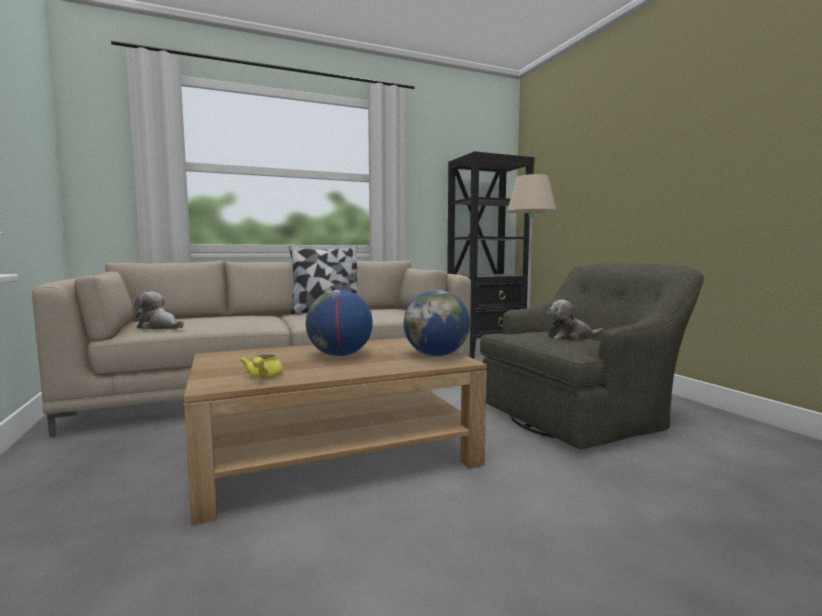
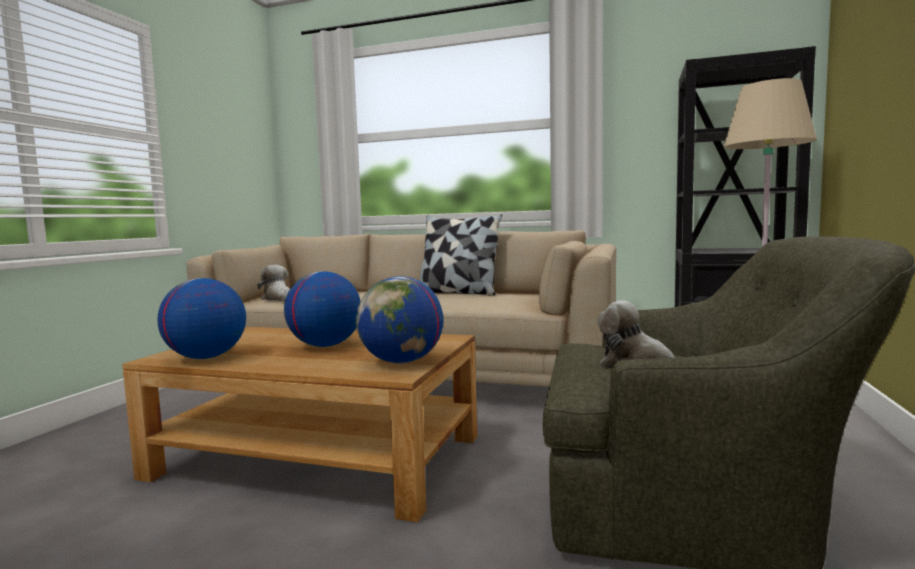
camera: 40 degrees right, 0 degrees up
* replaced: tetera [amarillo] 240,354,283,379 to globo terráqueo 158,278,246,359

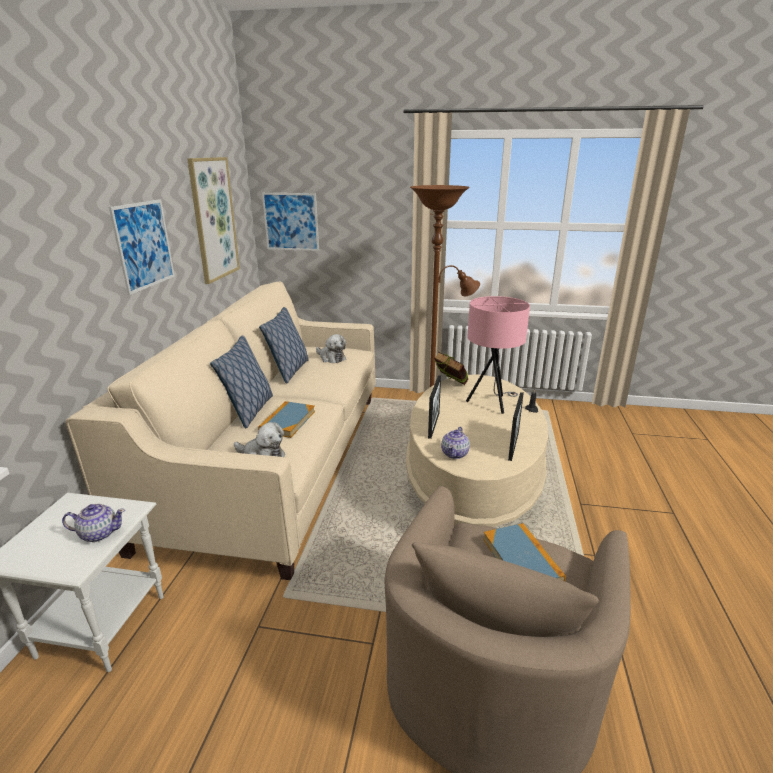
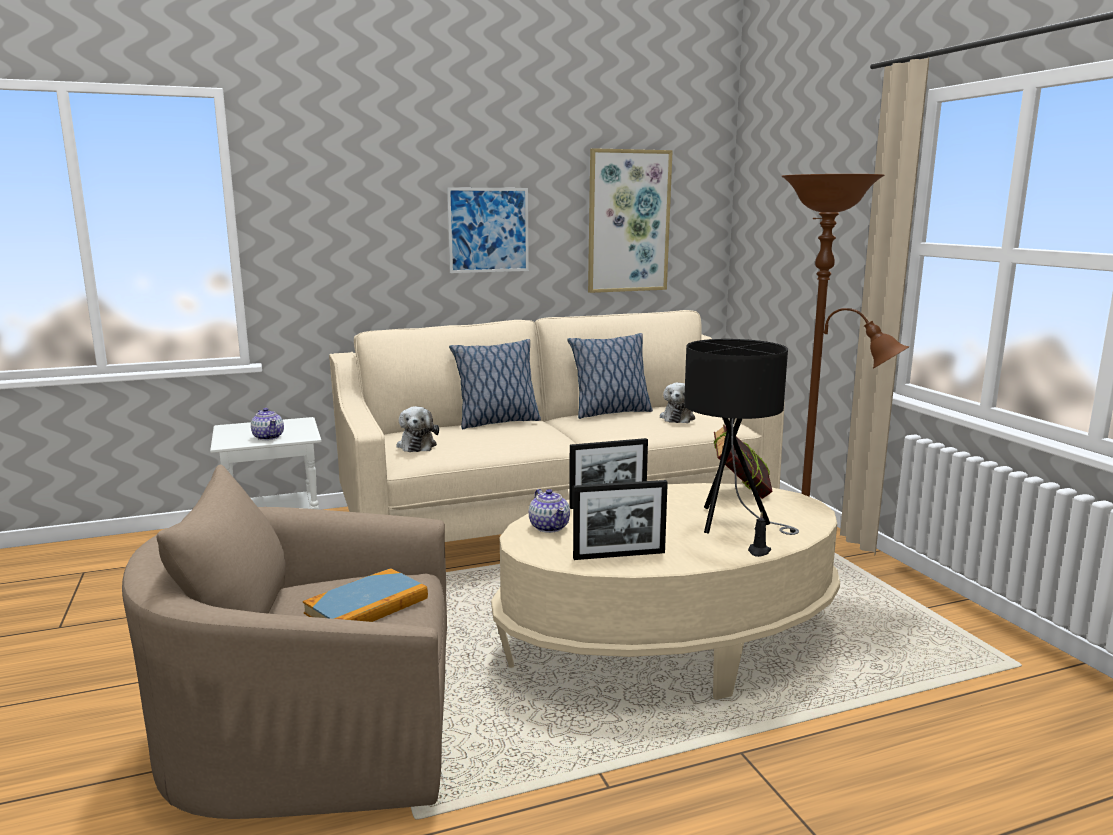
camera: 60 degrees right, 10 degrees down
* removed: cuadro 262,193,319,251
* recoloured: lámpara de mesa [rosa] 466,296,530,414 to lámpara de mesa [negro] 684,339,799,535
* removed: libro 258,401,315,438
* turned: tetera 441,427,470,459 = 529,489,570,533 105 degrees counterclockwise

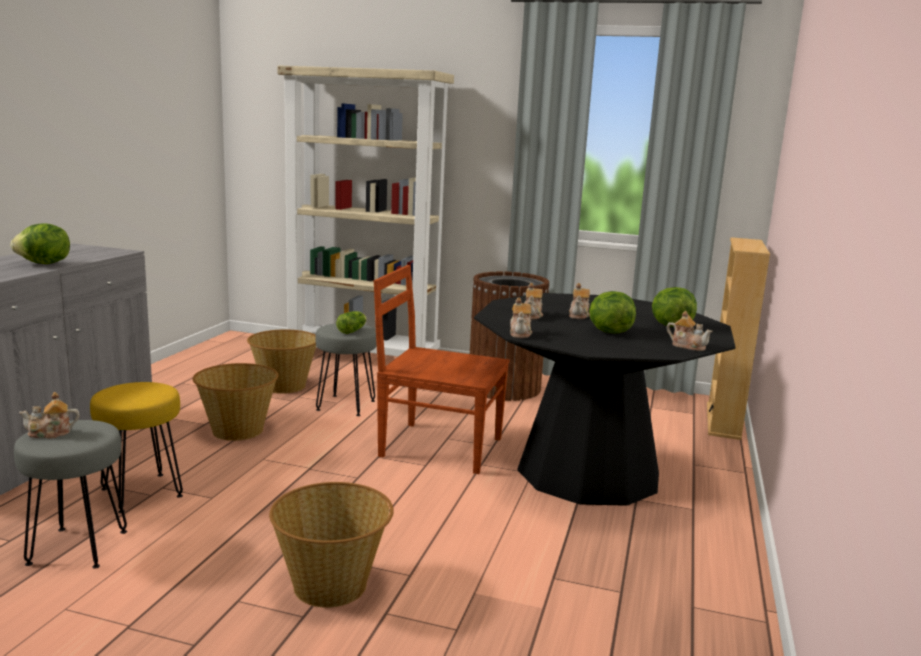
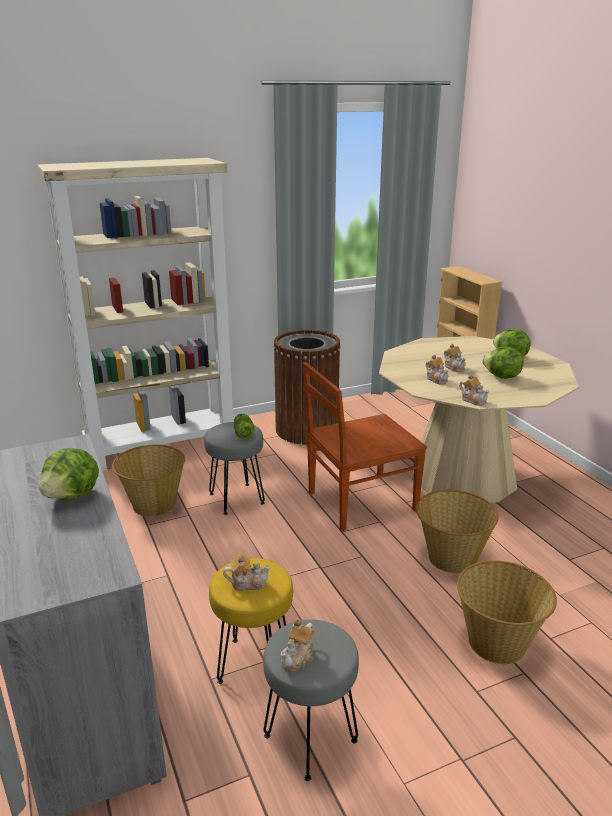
camera: 40 degrees left, 10 degrees up
* recoloured: mesa de comedor [negro] 474,293,735,506 to mesa de comedor [beis] 379,336,579,503
* moved: tetera 667,311,713,351 to 223,554,271,591
* moved: cesta 193,363,279,441 to 416,490,499,573

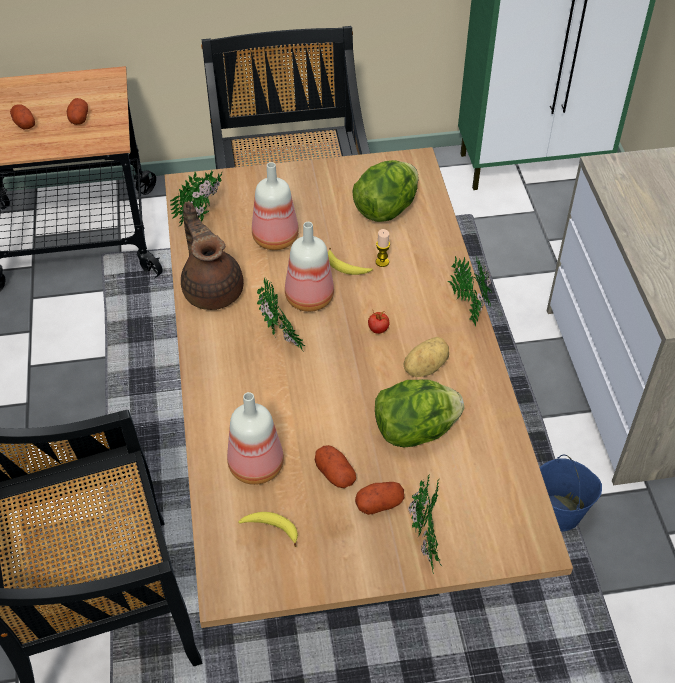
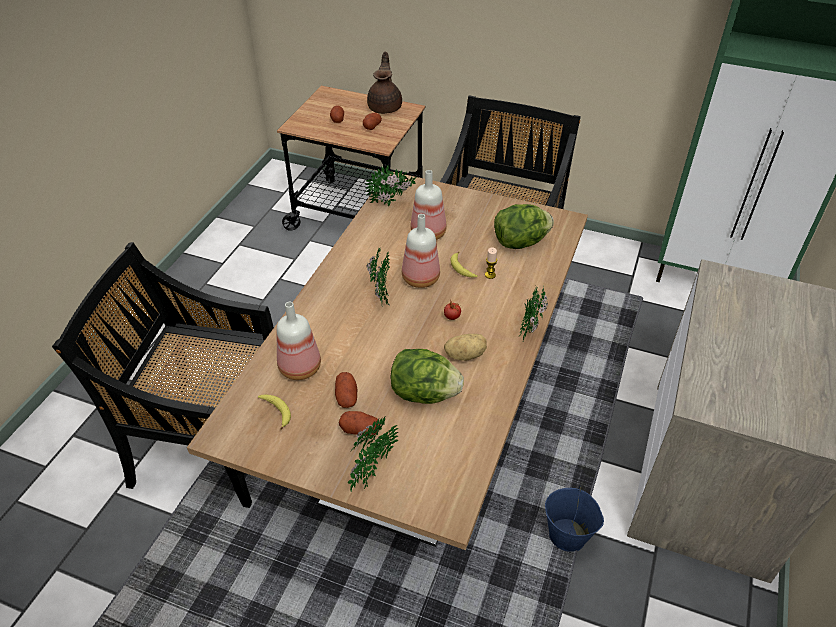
camera: 30 degrees right, 5 degrees down
* moved: tetera [marrón] 181,201,244,310 to 367,52,402,114

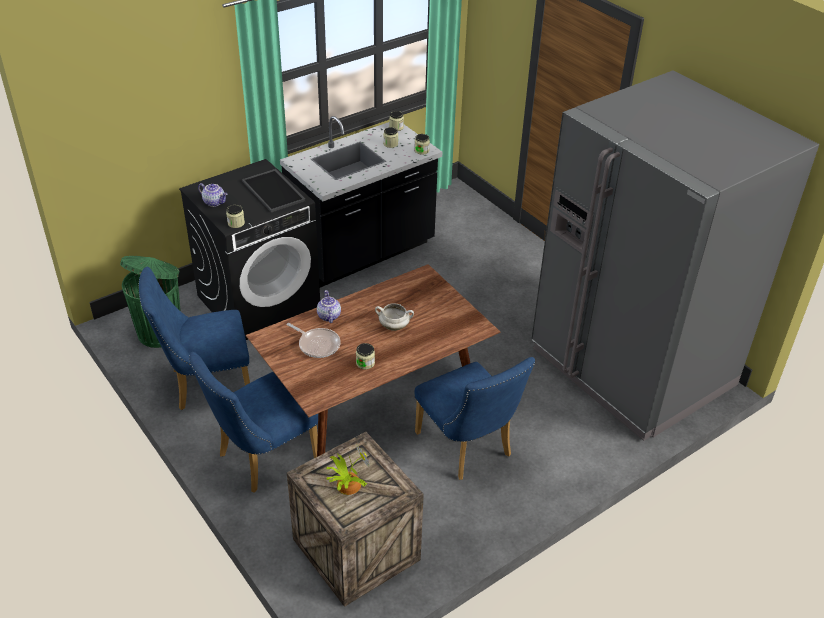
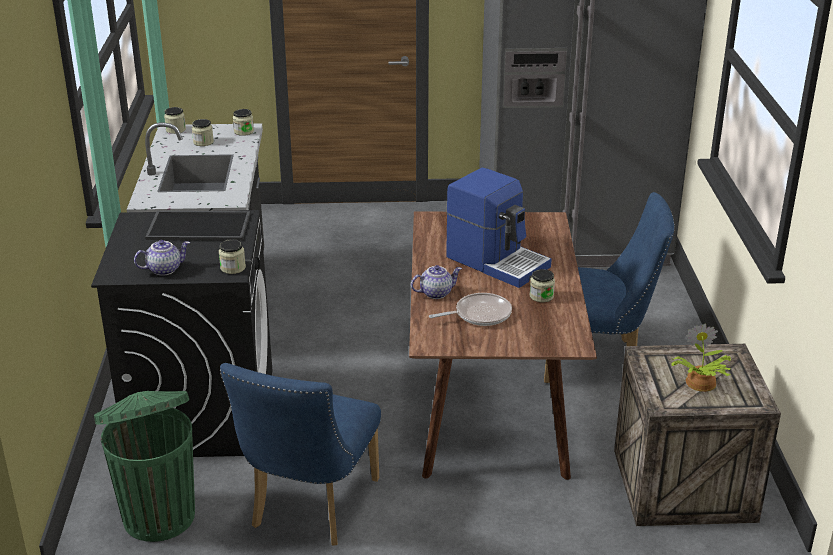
camera: 55 degrees left, 10 degrees down
* turned: tetera 317,290,341,323 = 411,265,462,299 135 degrees clockwise
* replaced: olla [blanco] 375,303,414,331 to cafetera 446,168,551,288
* removed: silla [azul] 189,352,318,493

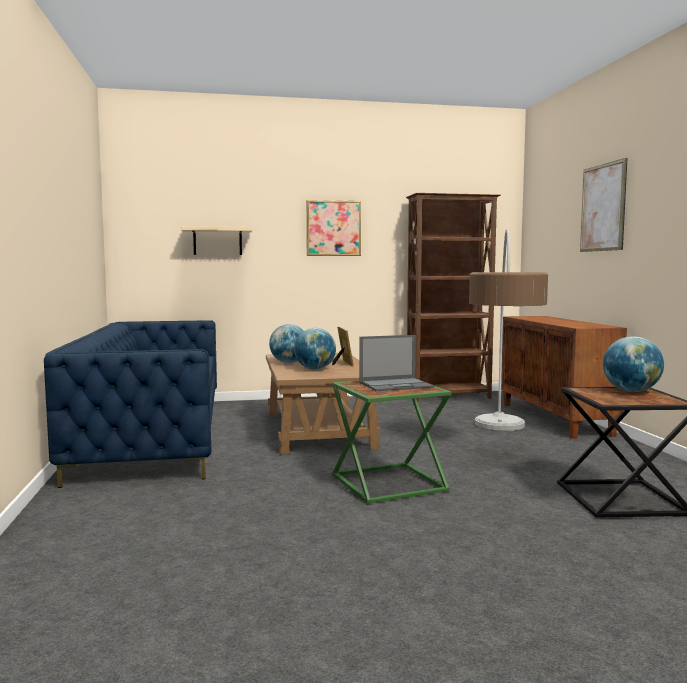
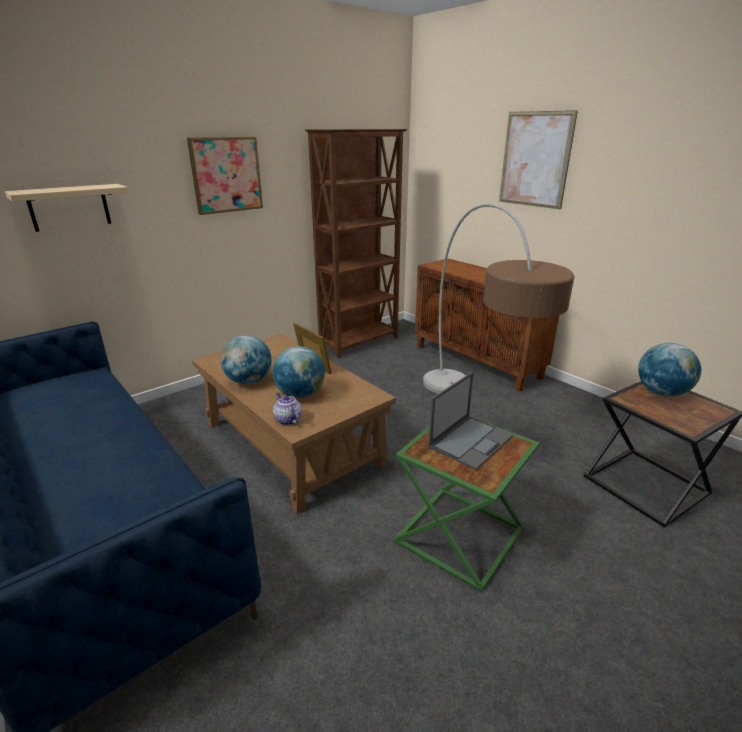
camera: 30 degrees left, 20 degrees up
* added: tetera 273,393,302,425

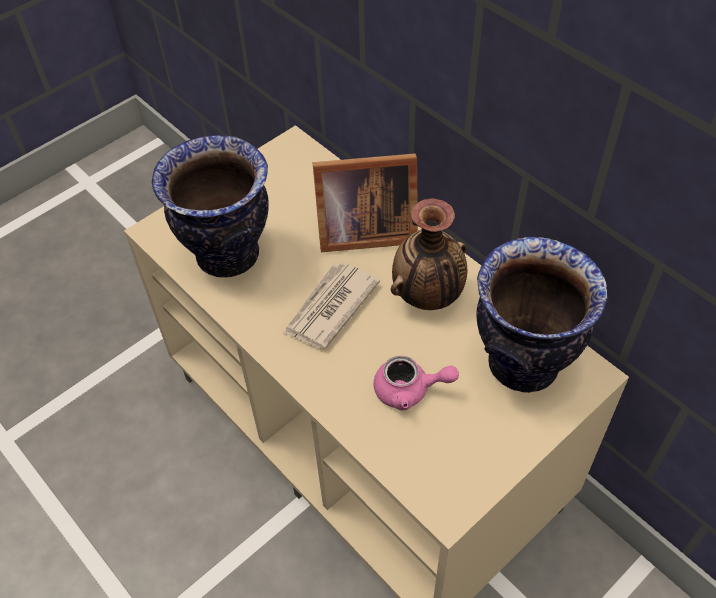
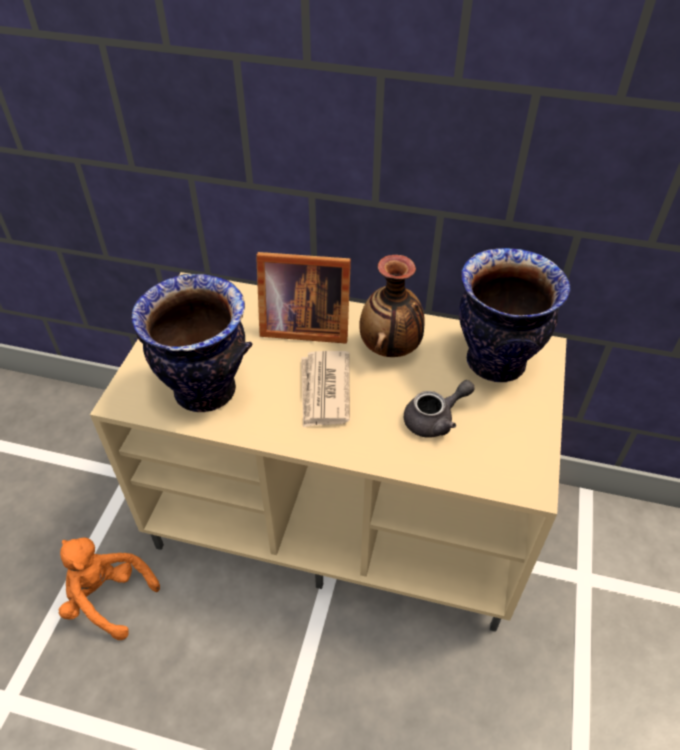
camera: 35 degrees left, 5 degrees down
* turned: portarretratos 313,153,418,252 = 256,252,351,344 45 degrees clockwise
* recoloured: tetera [rosa] 374,356,459,410 to tetera [gris] 404,380,475,438
* added: peluche [naranja] 59,537,160,640

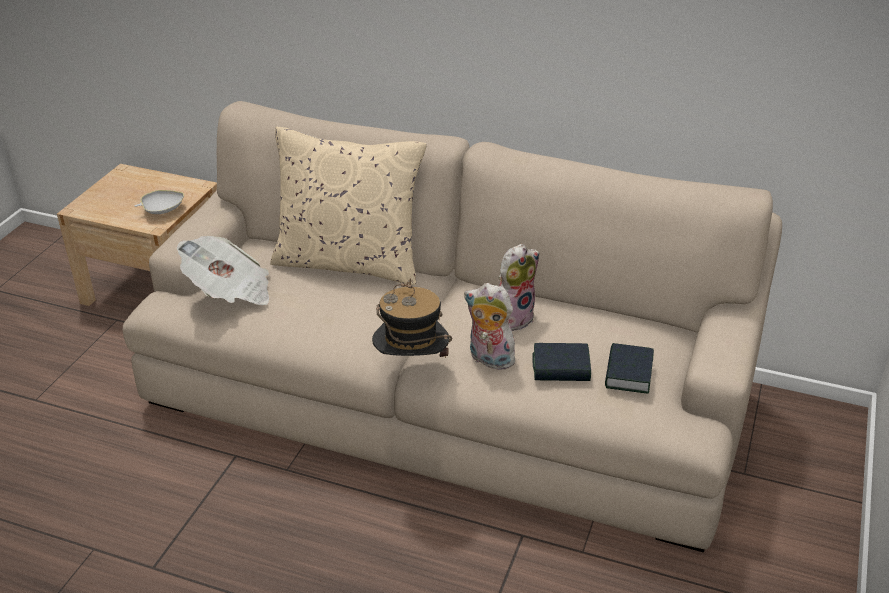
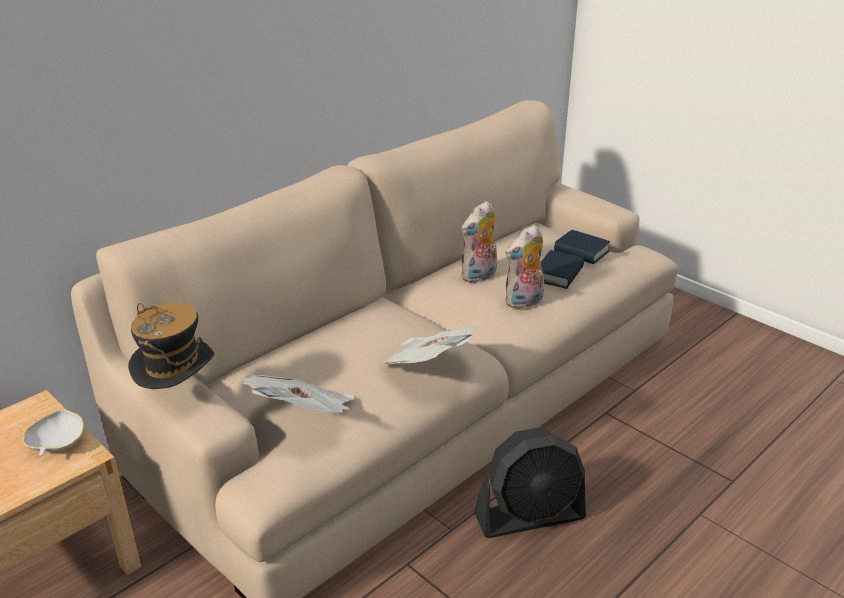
camera: 65 degrees left, 5 degrees down
* removed: cojín [beis] 270,127,427,285
* turned: peluche 499,244,539,331 = 461,201,497,283 120 degrees counterclockwise
* moved: sombrero 372,278,452,358 to 128,302,215,389
* added: periódico 381,326,480,364
* added: ventilador [negro] 474,428,586,538

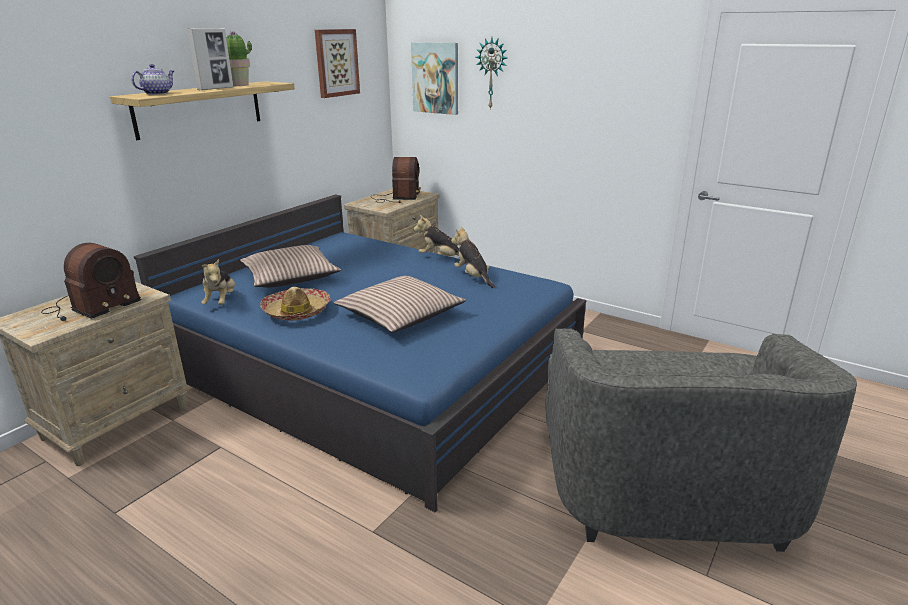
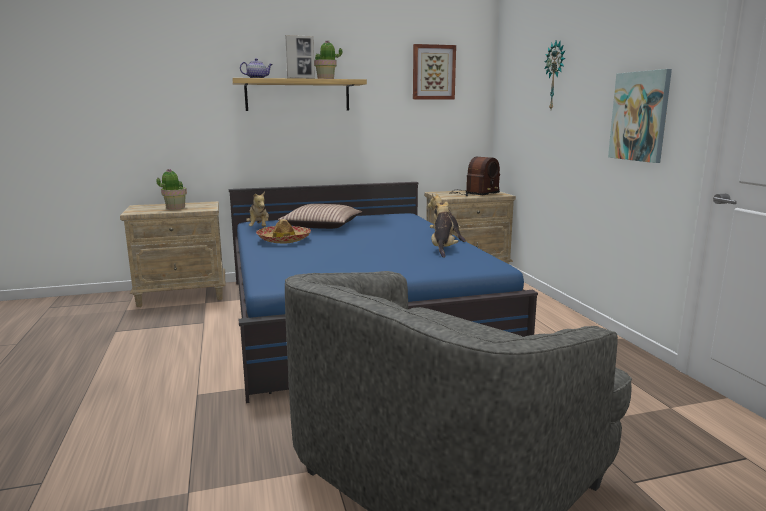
camera: 40 degrees right, 10 degrees down
* moved: cuadro 411,42,458,115 to 608,69,672,163
* replaced: radio 41,243,141,321 to planta en maceta 156,169,187,210
* turned: peluche 201,259,235,305 = 246,192,269,227 45 degrees counterclockwise
* removed: cojín 334,276,466,333

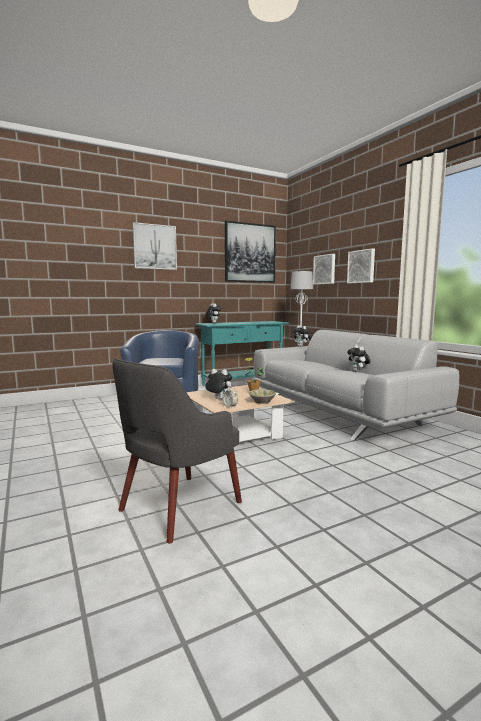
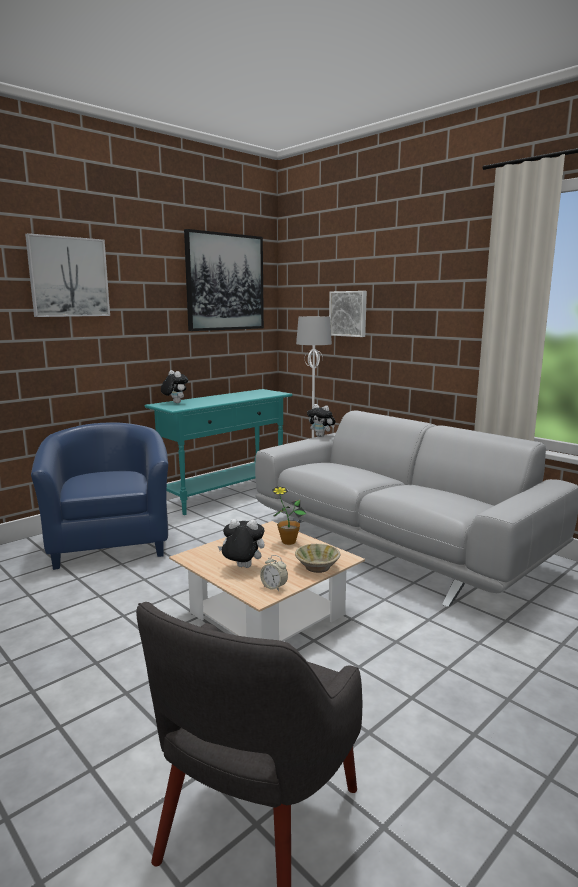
camera: 15 degrees left, 5 degrees up
* removed: cuadro 347,248,375,283
* removed: peluche 347,345,370,372

